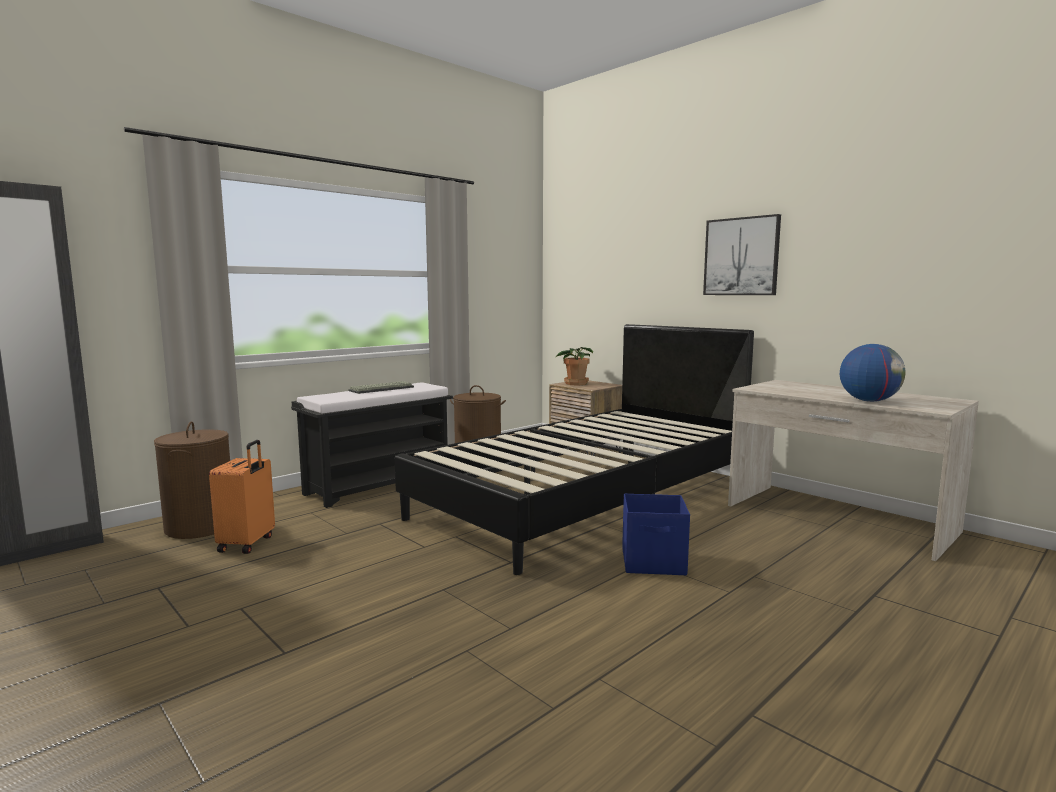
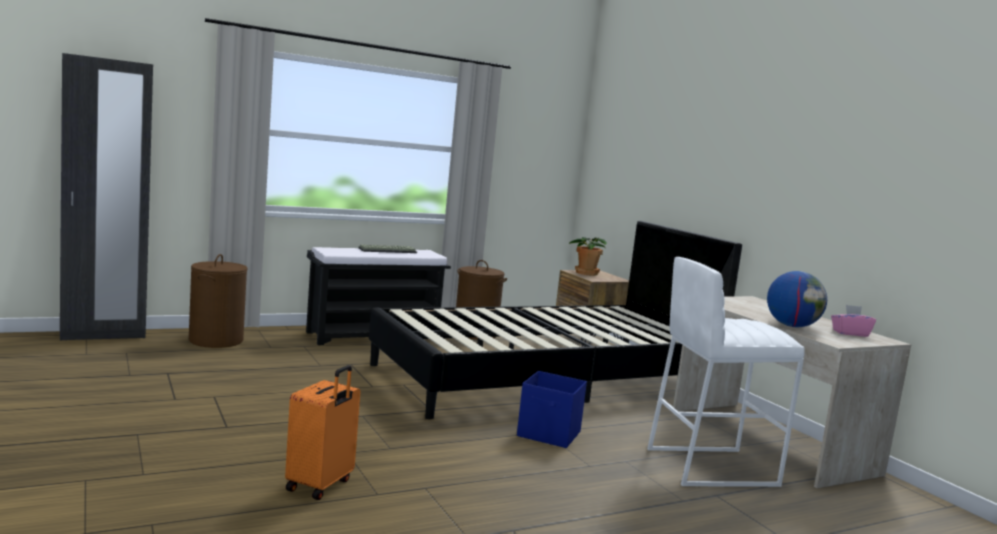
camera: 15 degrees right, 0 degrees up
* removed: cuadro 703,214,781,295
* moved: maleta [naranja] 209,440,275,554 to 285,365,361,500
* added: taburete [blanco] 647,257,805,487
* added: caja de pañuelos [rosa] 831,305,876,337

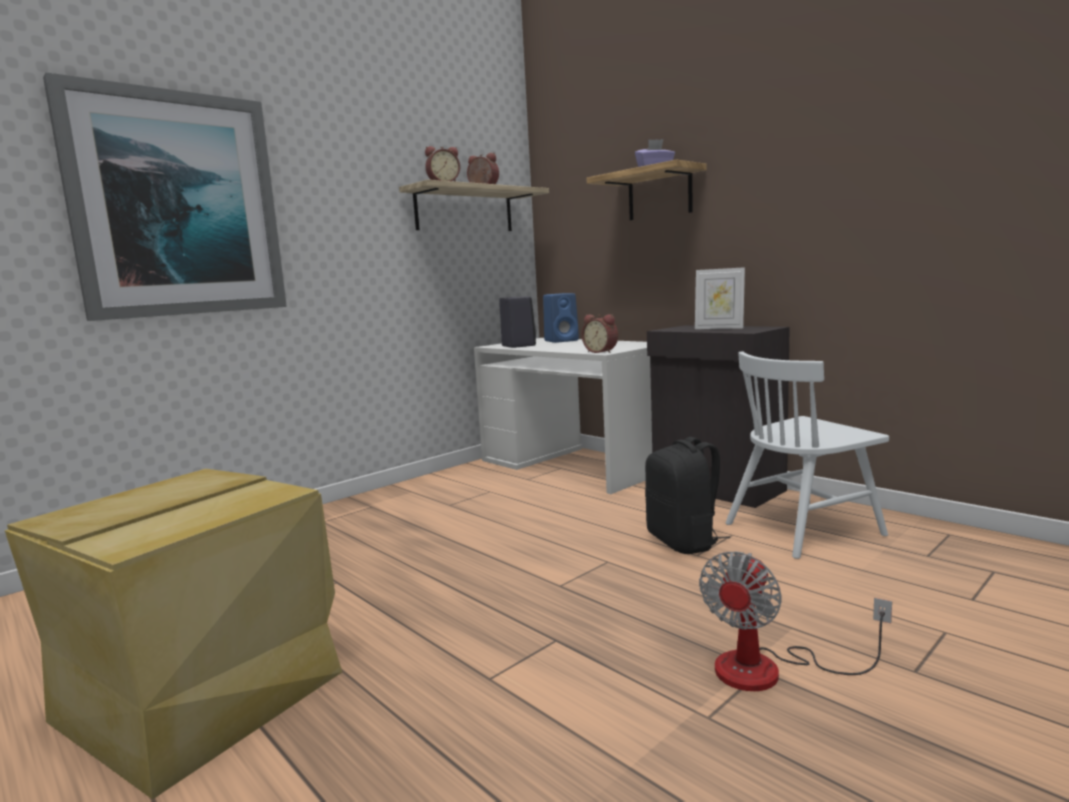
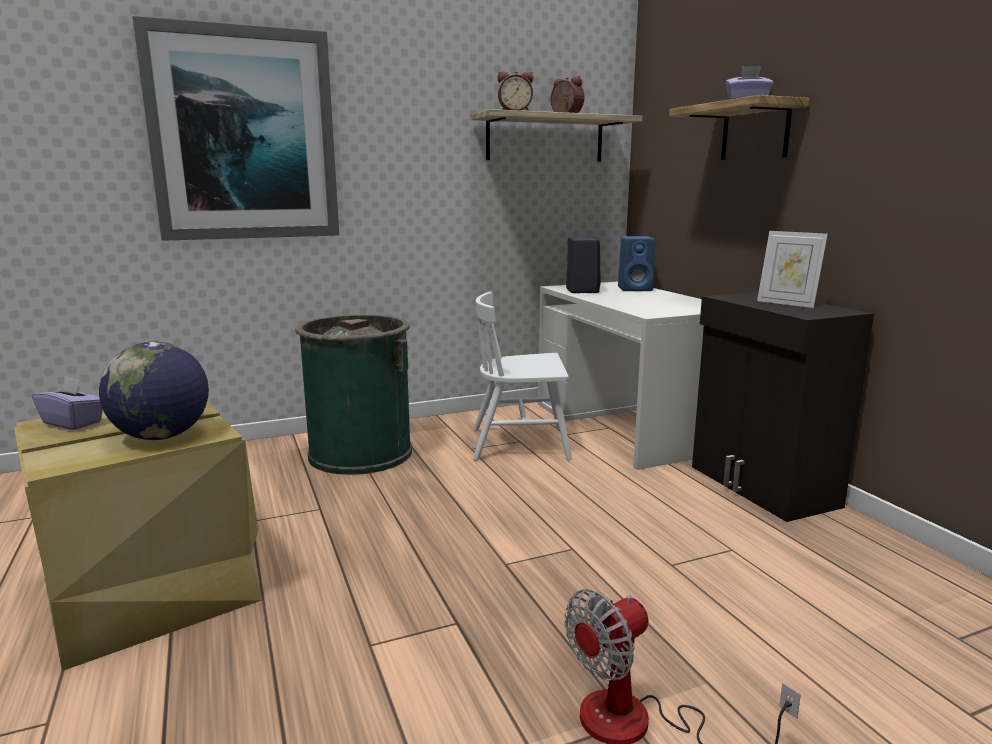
camera: 20 degrees right, 5 degrees up
* removed: despertador 582,314,618,353
* moved: silla [blanco] 725,351,889,559 to 473,292,572,461
* removed: mochila [negro] 645,437,730,554
* added: papelera [verde] 295,314,412,475
* added: globo terráqueo 99,342,209,440
* added: caja de pañuelos [morado] 32,376,103,430

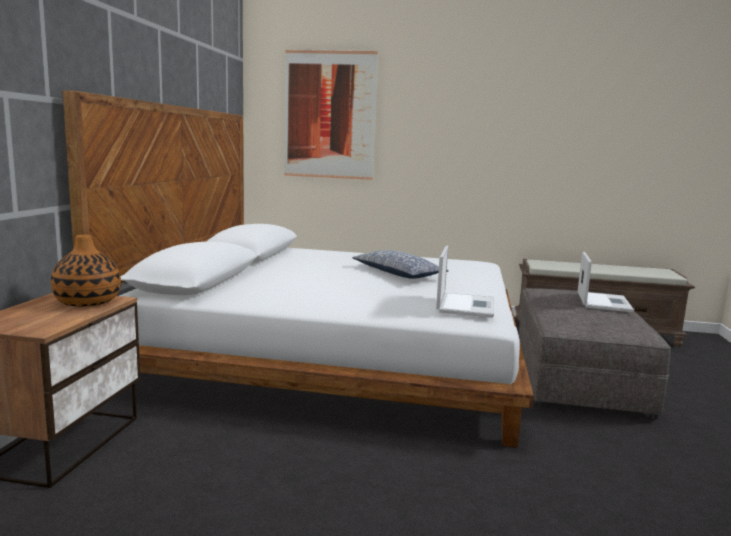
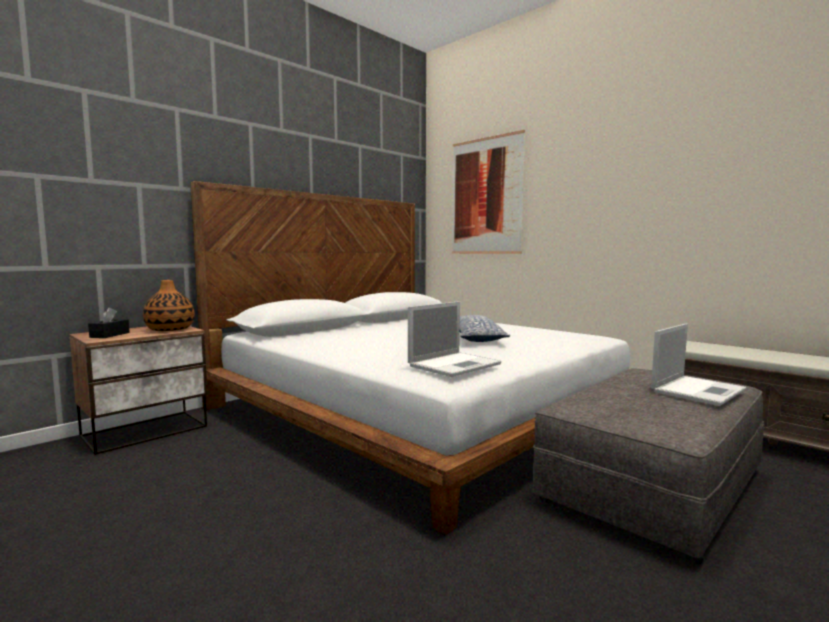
camera: 35 degrees right, 5 degrees down
* added: caja de pañuelos [negro] 88,308,130,338

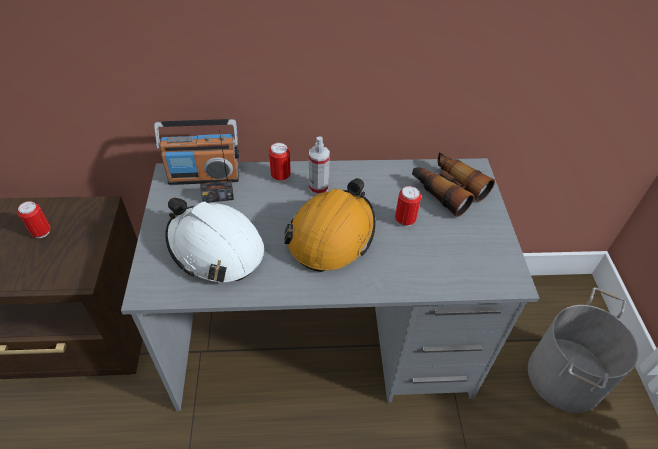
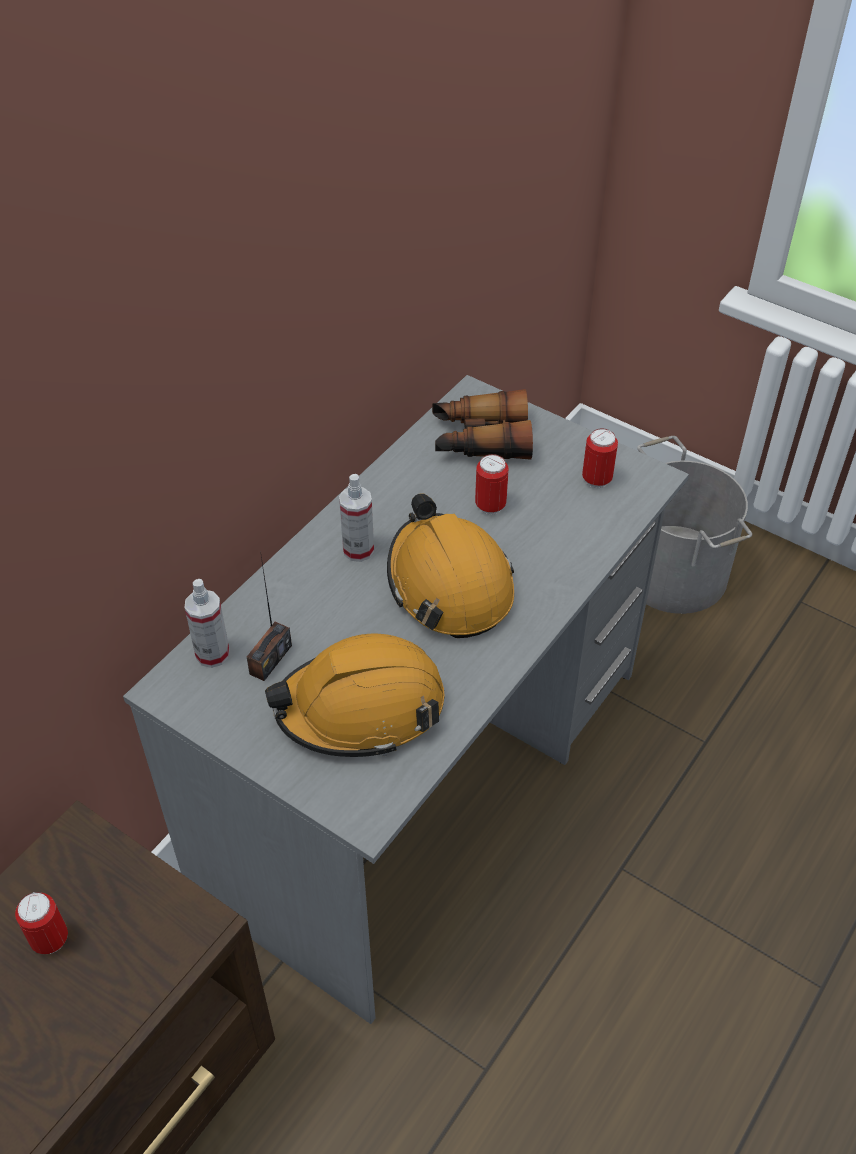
camera: 50 degrees left, 0 degrees up
* replaced: radio 154,119,239,185 to pulverizador 184,579,229,668
* moved: lata 269,142,291,182 to 582,429,618,488
* recoloured: casco [blanco] 166,197,264,282 to casco [naranja] 265,634,445,757

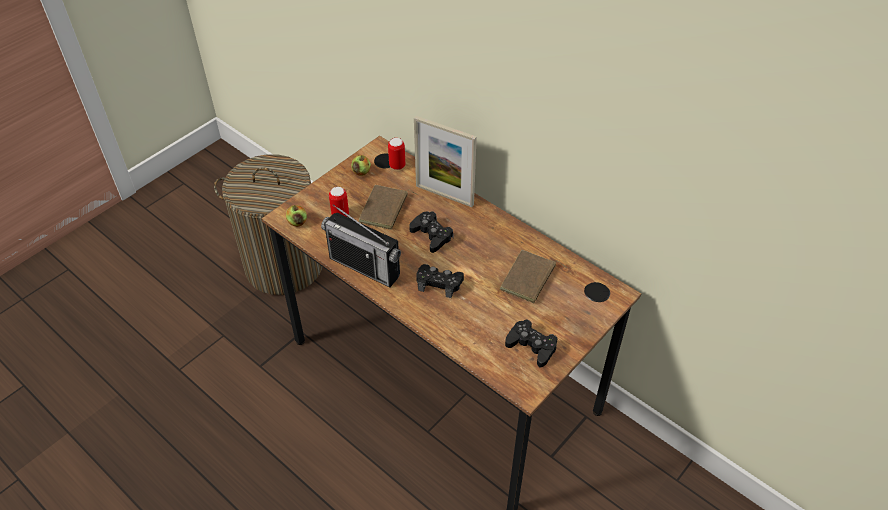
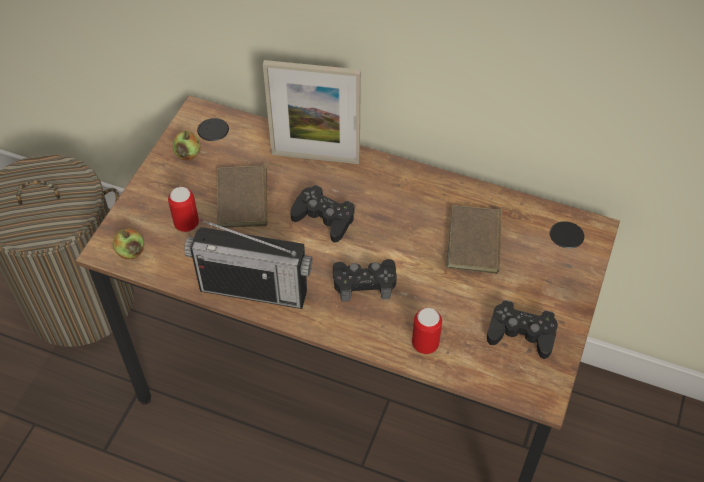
camera: 20 degrees left, 5 degrees up
* moved: lata 388,138,405,170 to 412,308,442,354

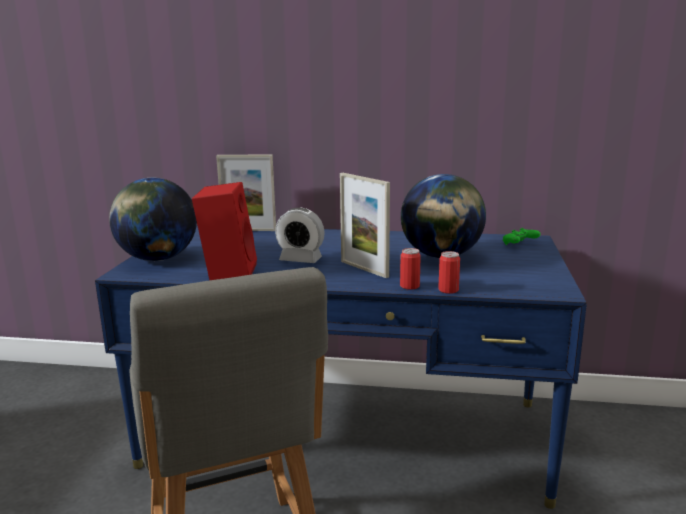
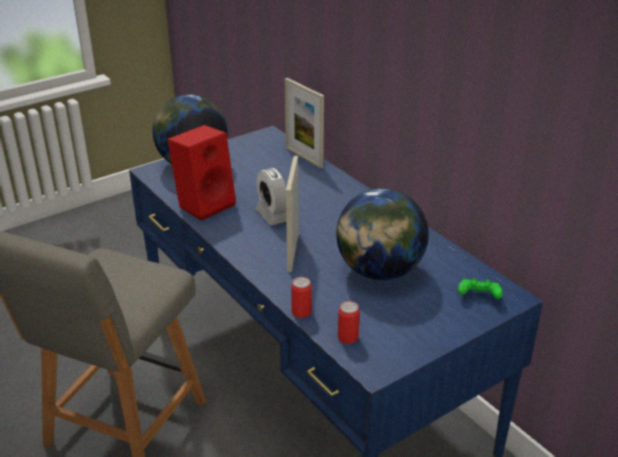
camera: 45 degrees right, 15 degrees up
* moved: lata 400,248,421,290 to 338,301,360,344

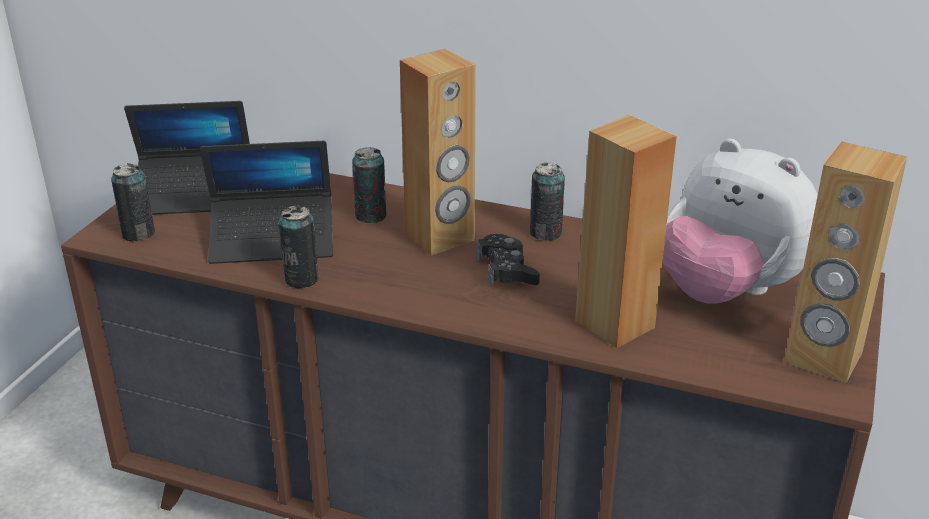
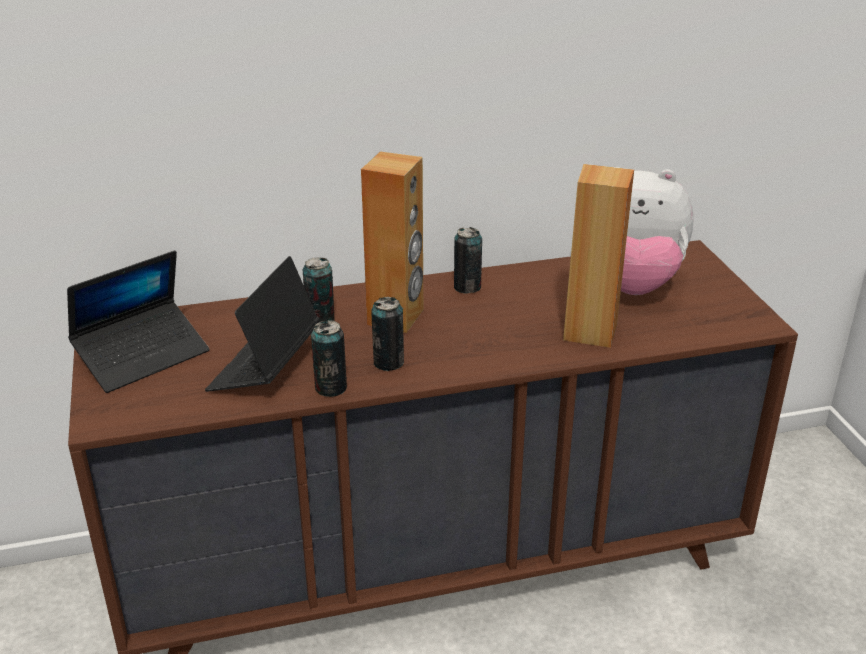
camera: 35 degrees left, 0 degrees up
* turned: portátil 200,141,333,264 = 205,256,320,392 150 degrees clockwise
* removed: altavoz [marrón] 785,142,907,383
* moved: lata 111,163,155,242 to 371,297,404,371
* removed: mando de consola [negro] 477,234,540,287

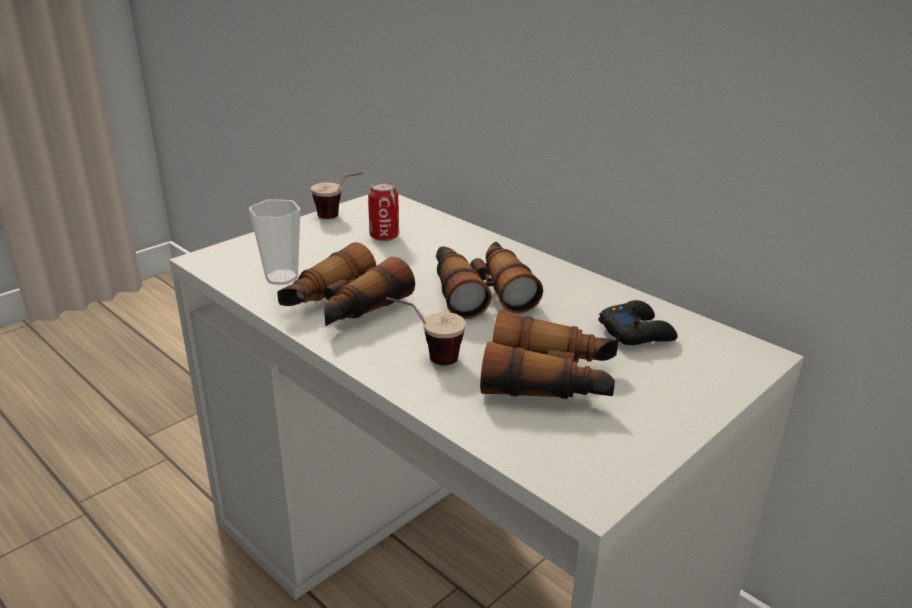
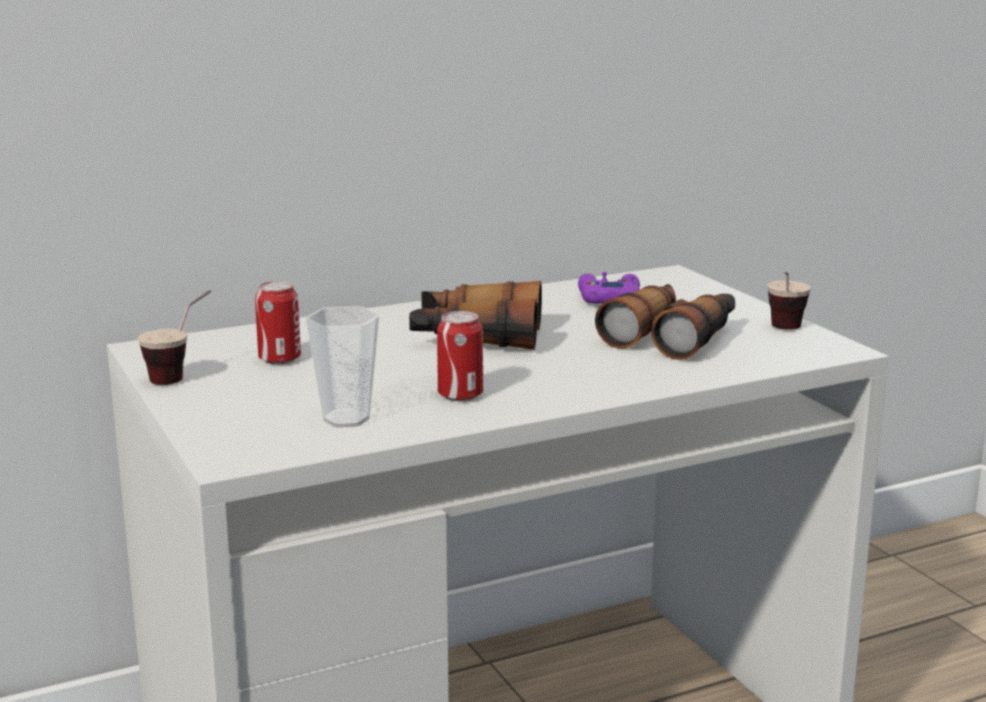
camera: 70 degrees left, 10 degrees down
* replaced: prismáticos 277,242,415,326 to lata 437,311,483,401
* moved: taza 386,297,466,365 to 767,272,811,330
* recoloured: mando de consola [negro] 598,300,678,345 to mando de consola [morado] 578,272,640,304

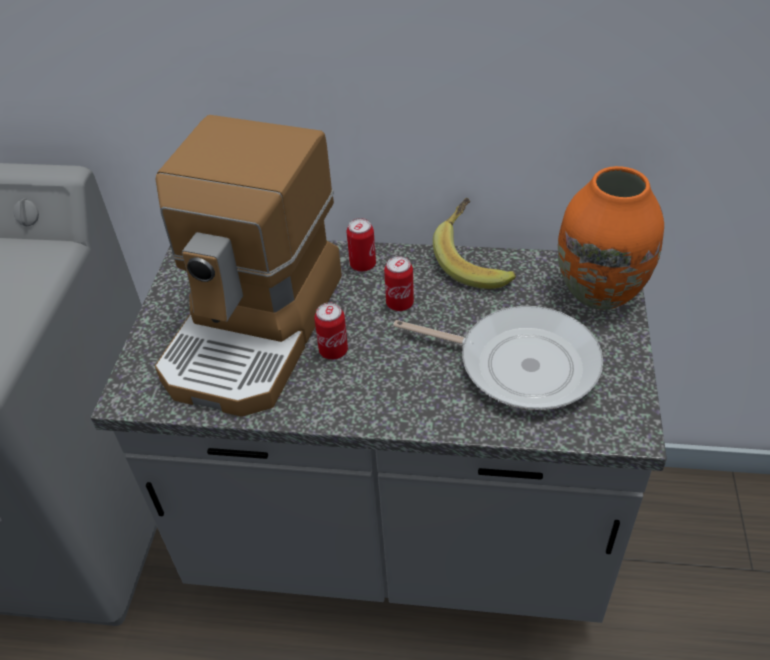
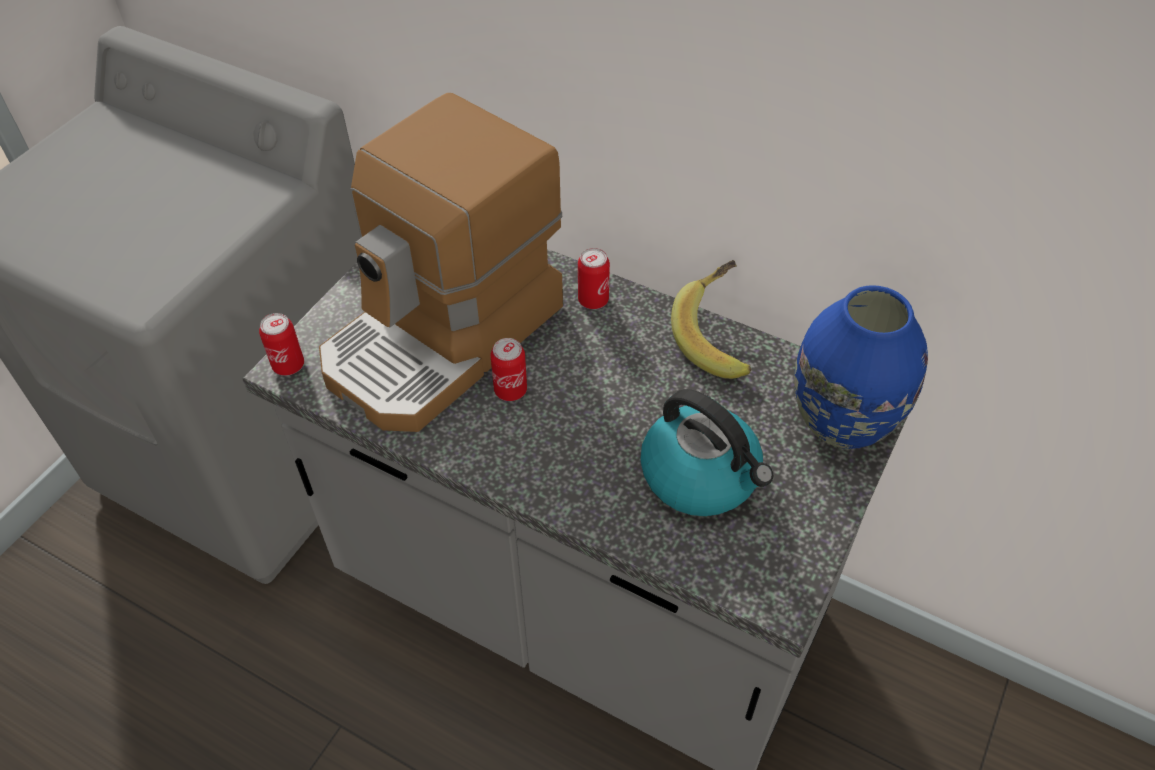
camera: 20 degrees right, 5 degrees up
* recoloured: florero [naranja] 558,166,664,310 to florero [azul] 794,285,928,449
* moved: lata 384,256,414,311 to 259,313,304,376
* replaced: sartén 393,306,603,410 to hervidor 640,389,773,516

